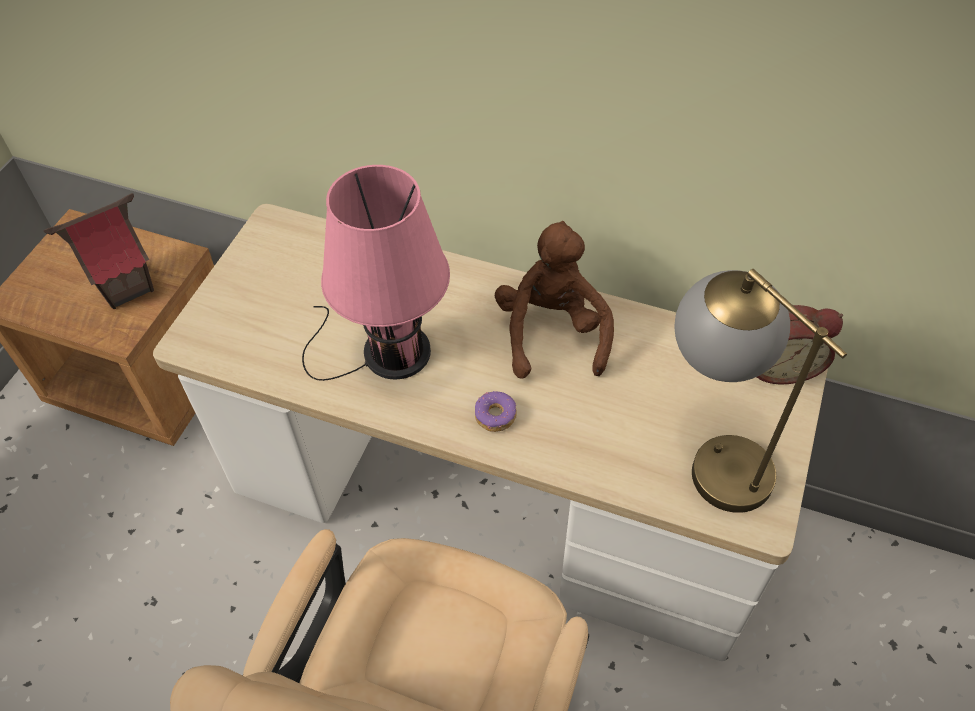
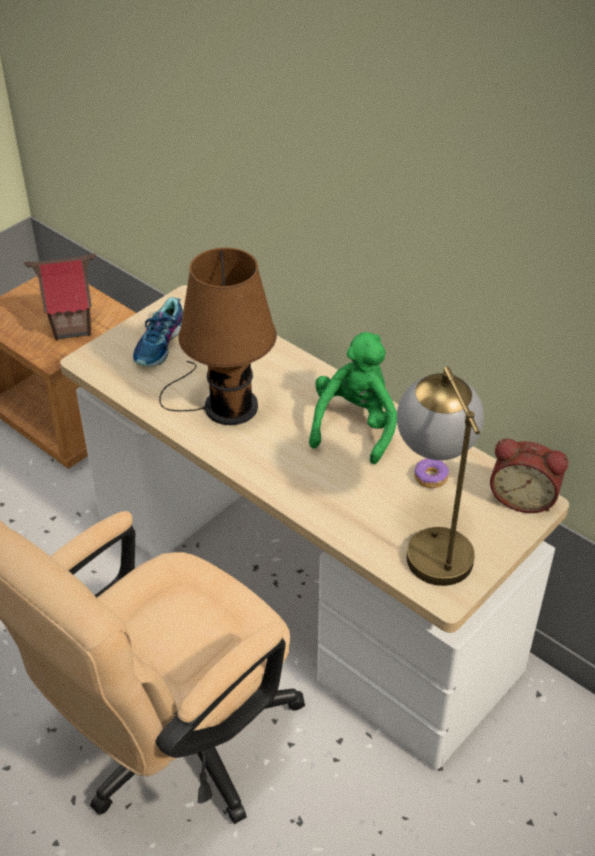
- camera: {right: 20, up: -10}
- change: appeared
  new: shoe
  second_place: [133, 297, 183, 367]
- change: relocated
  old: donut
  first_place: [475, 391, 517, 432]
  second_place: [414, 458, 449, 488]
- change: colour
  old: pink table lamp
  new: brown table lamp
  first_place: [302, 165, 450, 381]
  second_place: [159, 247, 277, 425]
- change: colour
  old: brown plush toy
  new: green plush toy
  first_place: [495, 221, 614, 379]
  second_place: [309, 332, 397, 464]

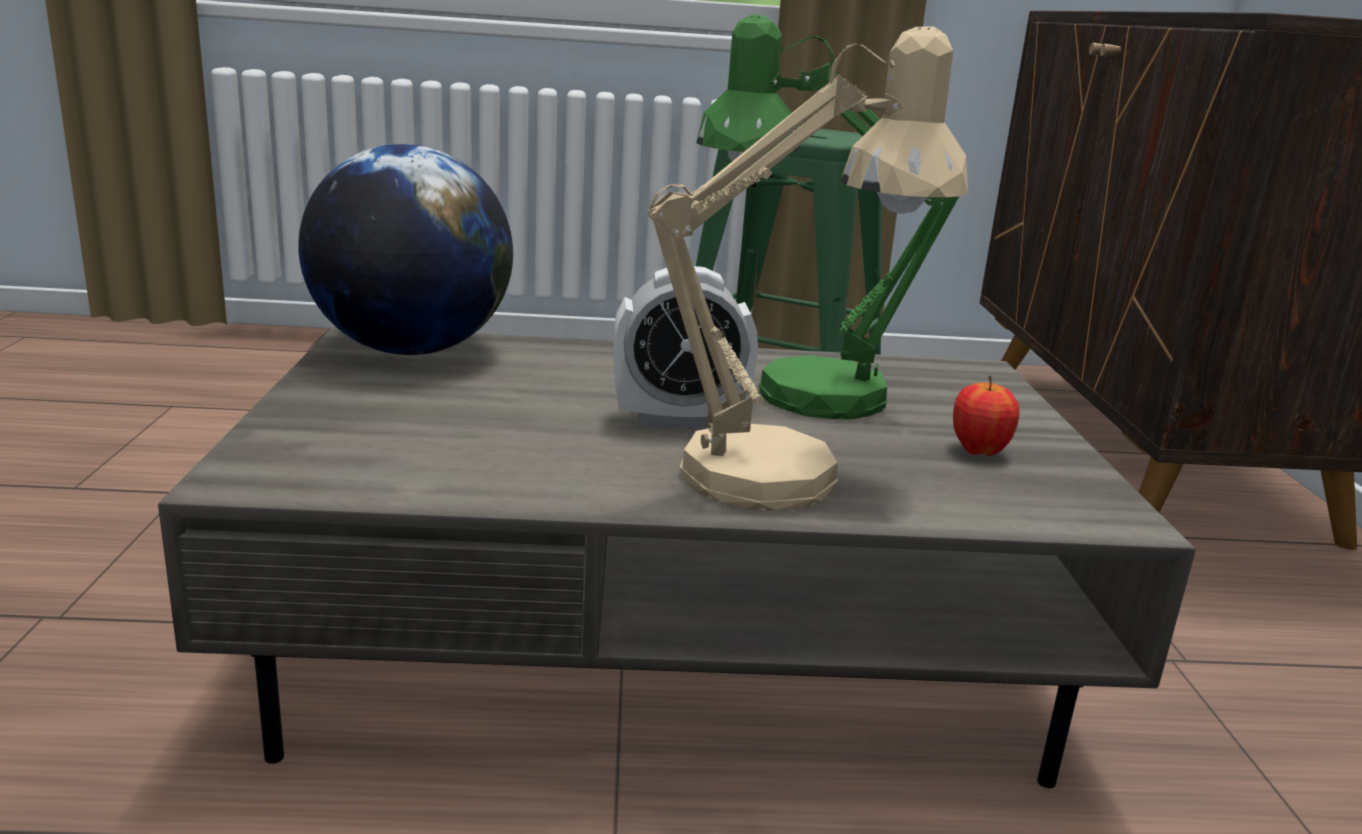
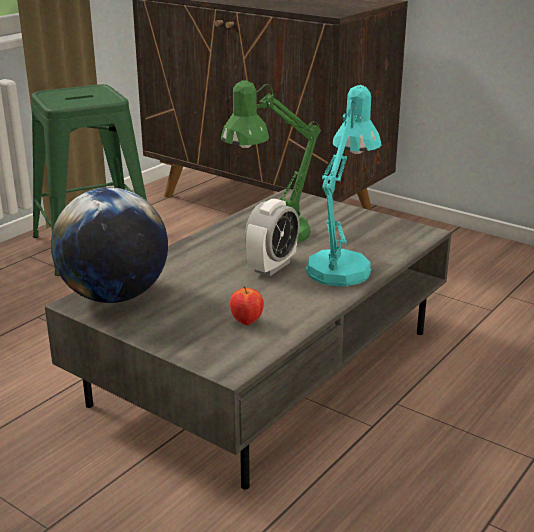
- camera: {right: -50, up: 5}
- change: relocated
  old: apple
  first_place: [953, 376, 1020, 456]
  second_place: [230, 286, 264, 325]
- change: colour
  old: beige table lamp
  new: turquoise table lamp
  first_place: [648, 26, 968, 511]
  second_place: [306, 85, 382, 287]

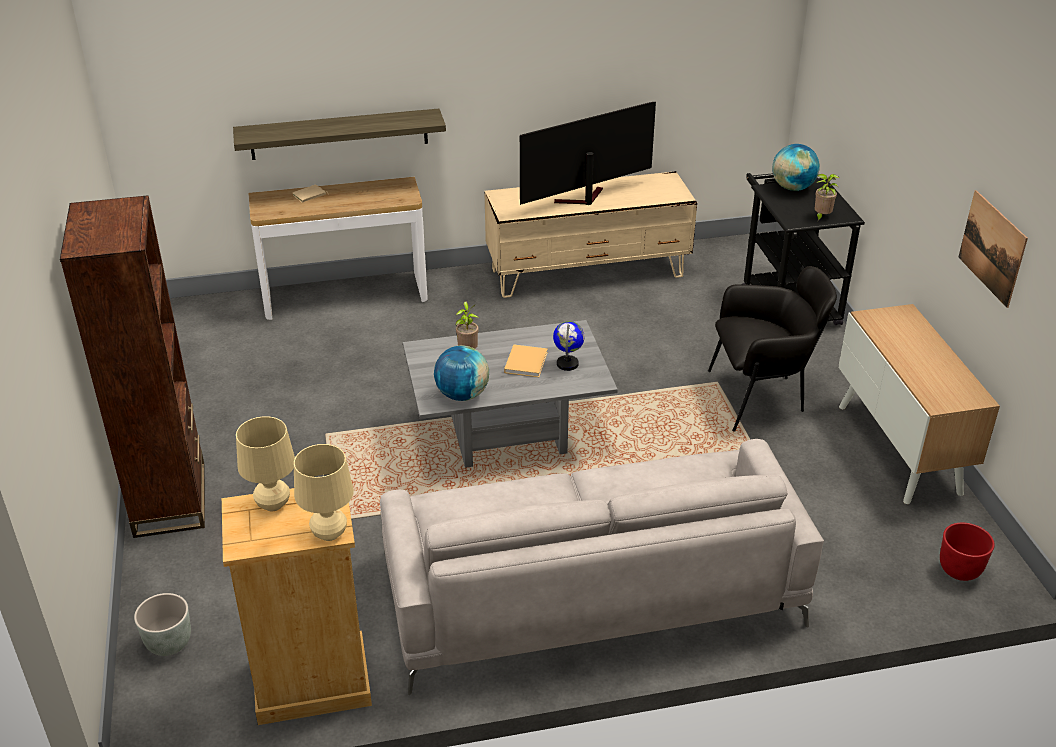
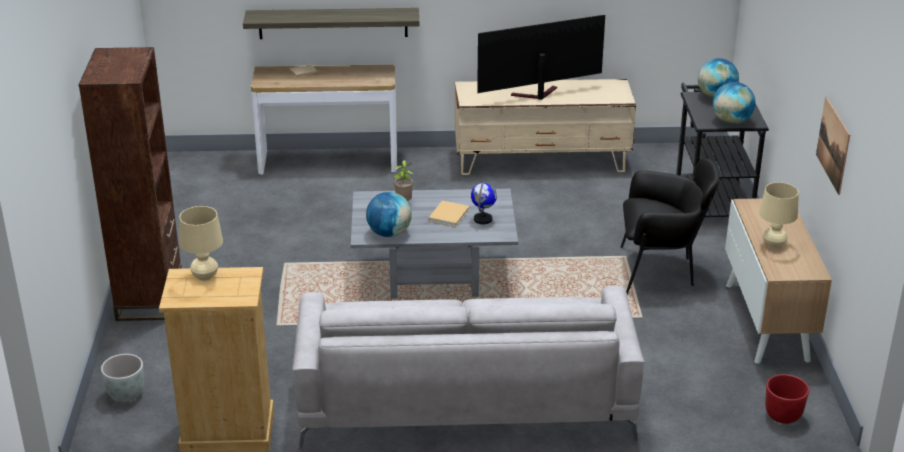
- camera: {right: 10, up: -5}
- change: relocated
  old: beige table lamp
  first_place: [294, 444, 354, 541]
  second_place: [759, 182, 799, 249]
- change: exchanged
  old: potted plant
  new: globe
  first_place: [814, 174, 839, 222]
  second_place: [713, 82, 755, 124]

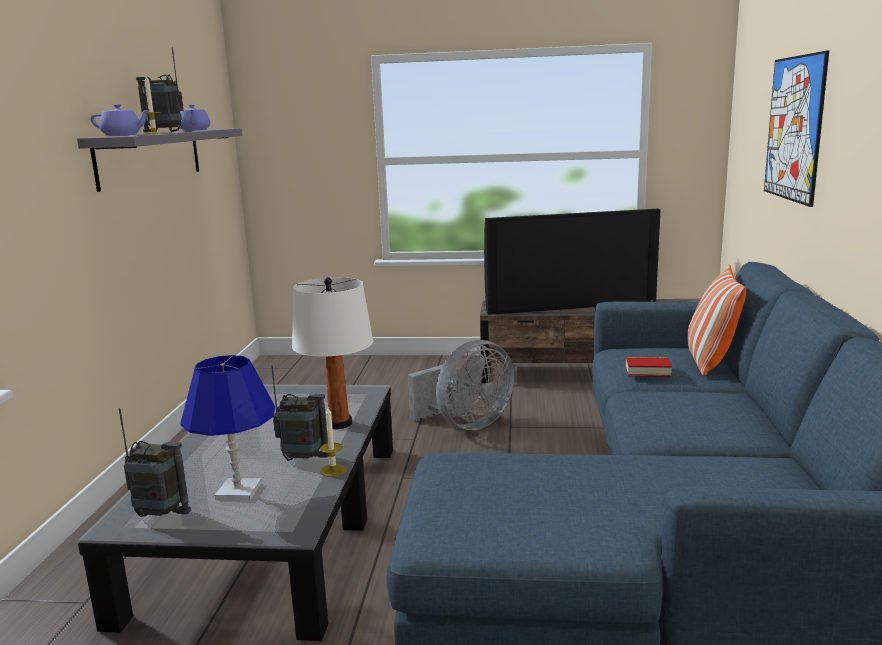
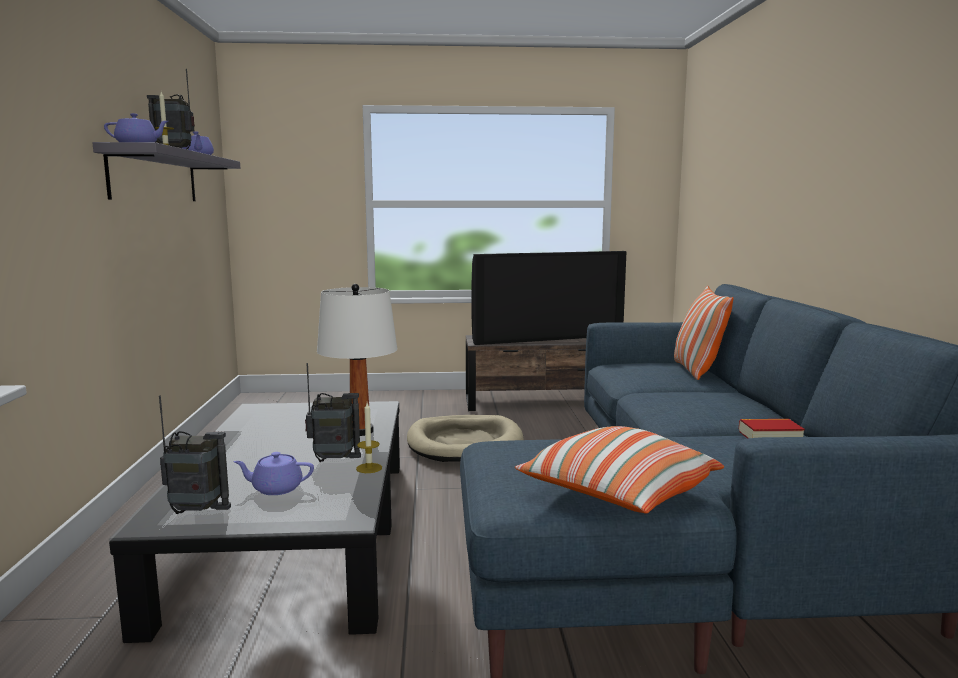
- camera: {right: -10, up: -5}
- change: missing
  old: picture
  first_place: [764, 50, 829, 207]
- change: appeared
  new: pillow
  second_place: [515, 426, 724, 514]
- change: relocated
  old: book
  first_place: [626, 357, 672, 377]
  second_place: [739, 419, 805, 439]
- change: exchanged
  old: blue table lamp
  new: purple teapot
  first_place: [180, 355, 275, 501]
  second_place: [233, 452, 314, 495]
- change: exchanged
  old: grey fan
  new: beige dog bed
  first_place: [408, 340, 514, 430]
  second_place: [407, 415, 524, 462]

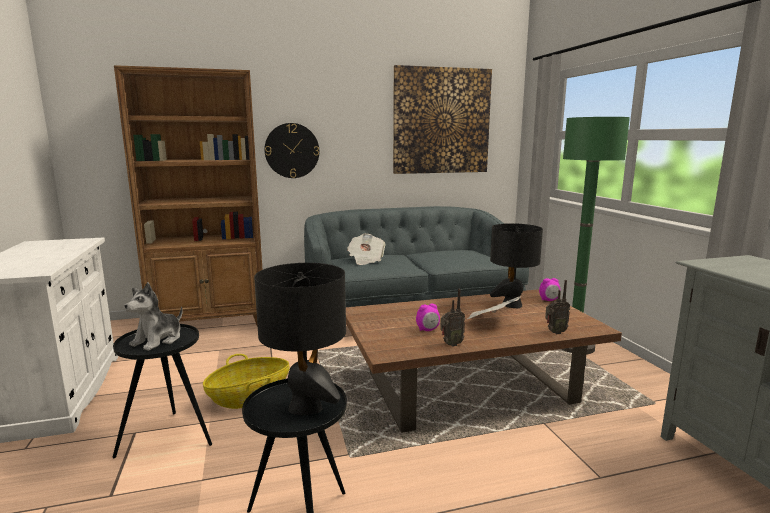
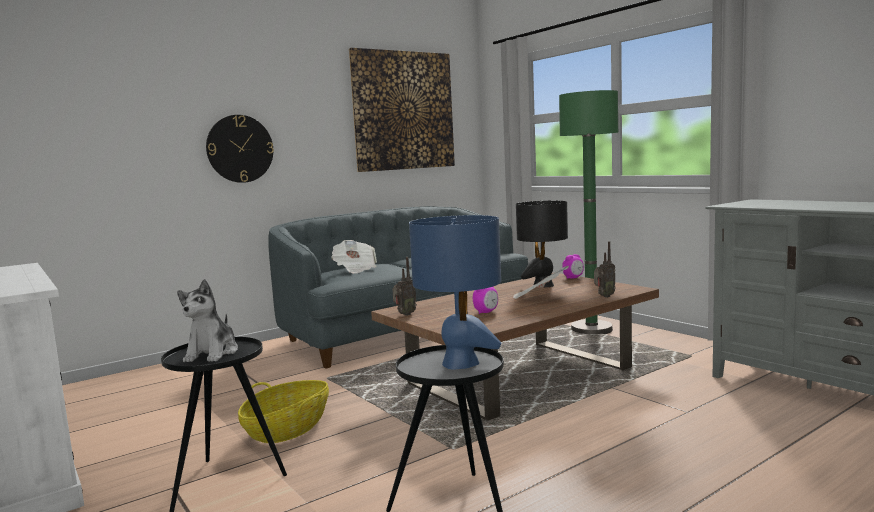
- camera: {right: -20, up: -5}
- change: missing
  old: brown bookcase
  first_place: [114, 65, 263, 326]
- change: relocated
  old: radio
  first_place: [440, 289, 465, 347]
  second_place: [392, 257, 417, 316]
- change: colour
  old: black table lamp
  new: blue table lamp
  first_place: [254, 263, 346, 415]
  second_place: [409, 215, 501, 369]

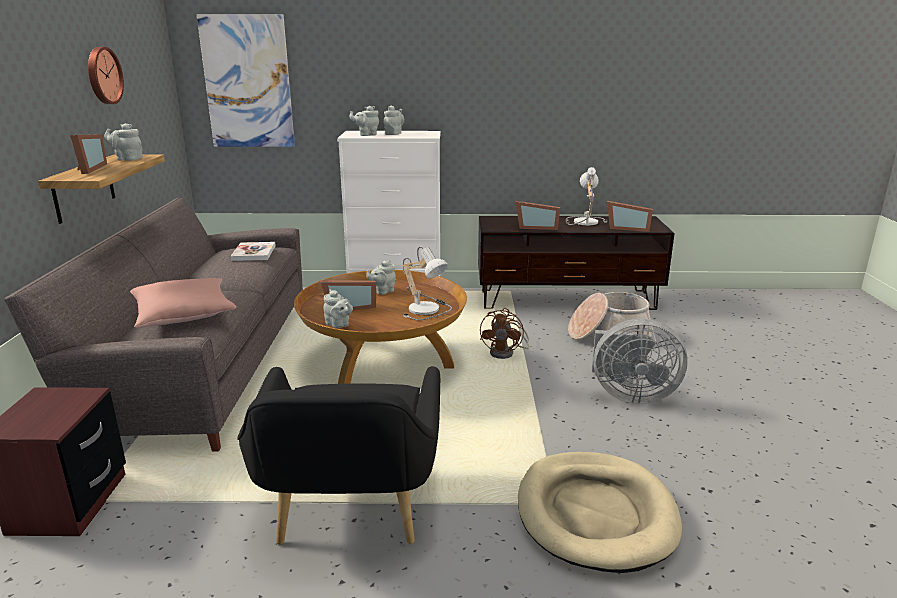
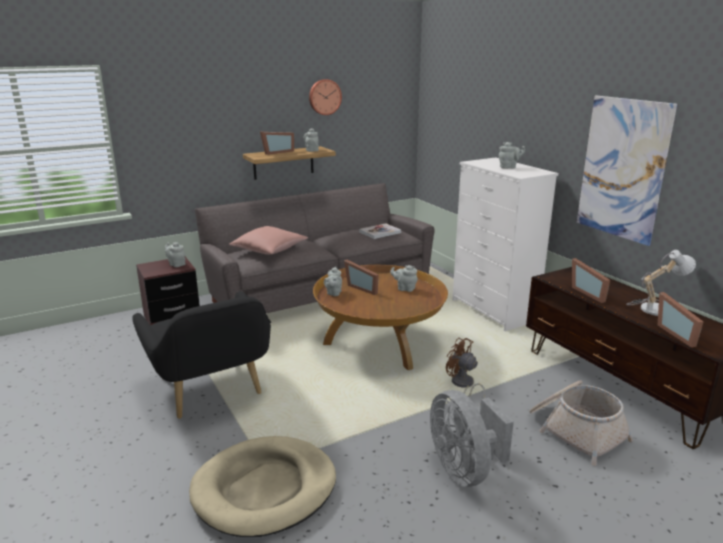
- camera: {right: 60, up: 0}
- change: missing
  old: table lamp
  first_place: [403, 246, 452, 320]
- change: relocated
  old: picture
  first_place: [197, 14, 295, 147]
  second_place: [577, 95, 677, 246]
- change: relocated
  old: grey teapot
  first_place: [350, 106, 379, 136]
  second_place: [165, 242, 186, 267]
- change: spun
  old: black armchair
  first_place: [237, 366, 440, 545]
  second_place: [132, 291, 271, 419]
  degrees: -90
- change: spun
  old: brown fan
  first_place: [480, 308, 529, 359]
  second_place: [446, 338, 485, 405]
  degrees: 60

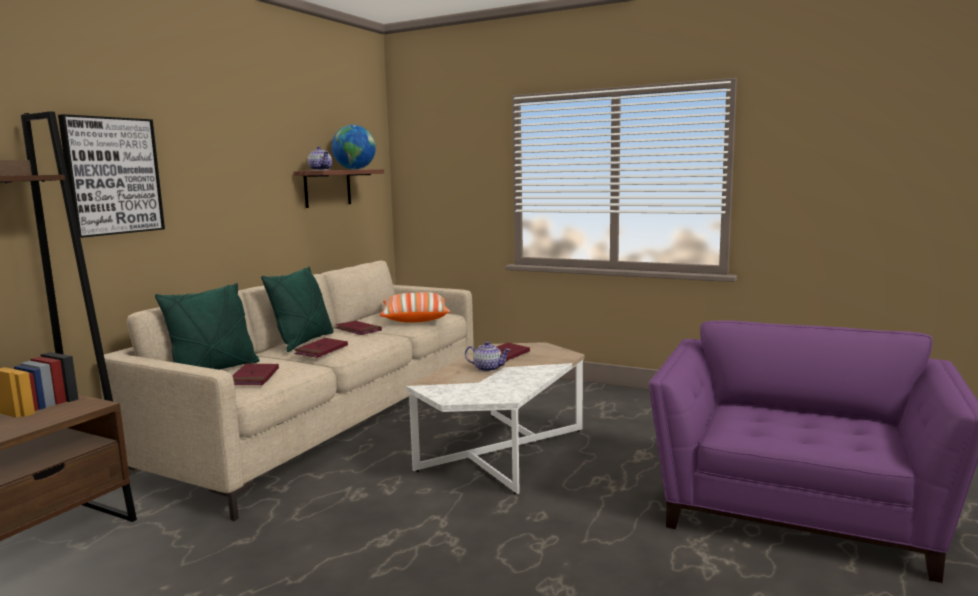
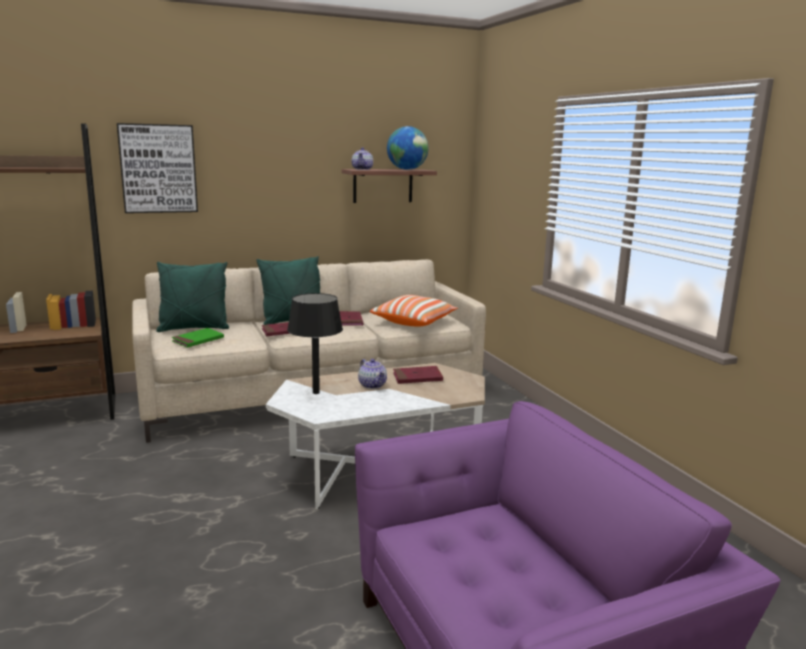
- camera: {right: 40, up: 5}
- change: appeared
  new: black table lamp
  second_place: [287, 293, 343, 394]
- change: colour
  old: red book
  new: green book
  first_place: [232, 363, 279, 386]
  second_place: [172, 328, 224, 348]

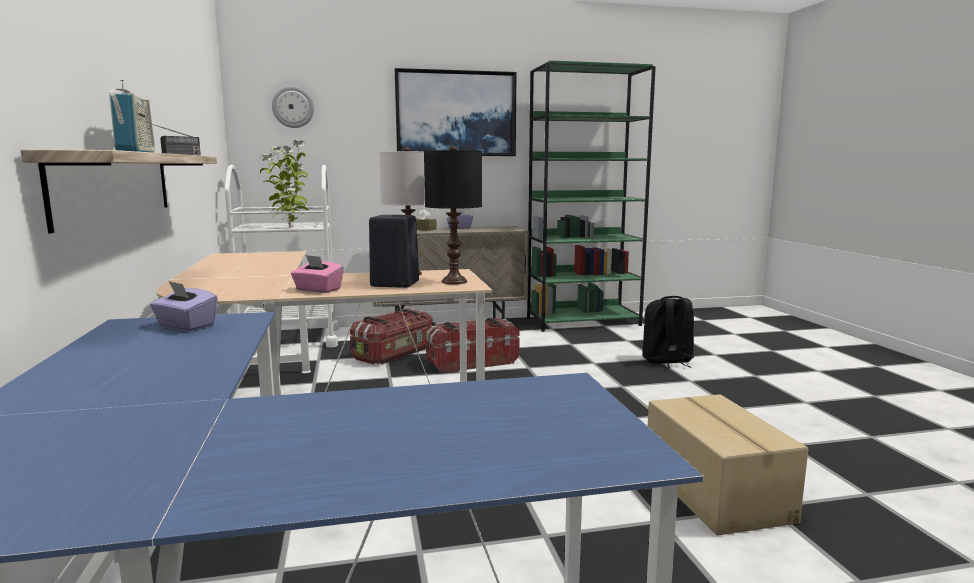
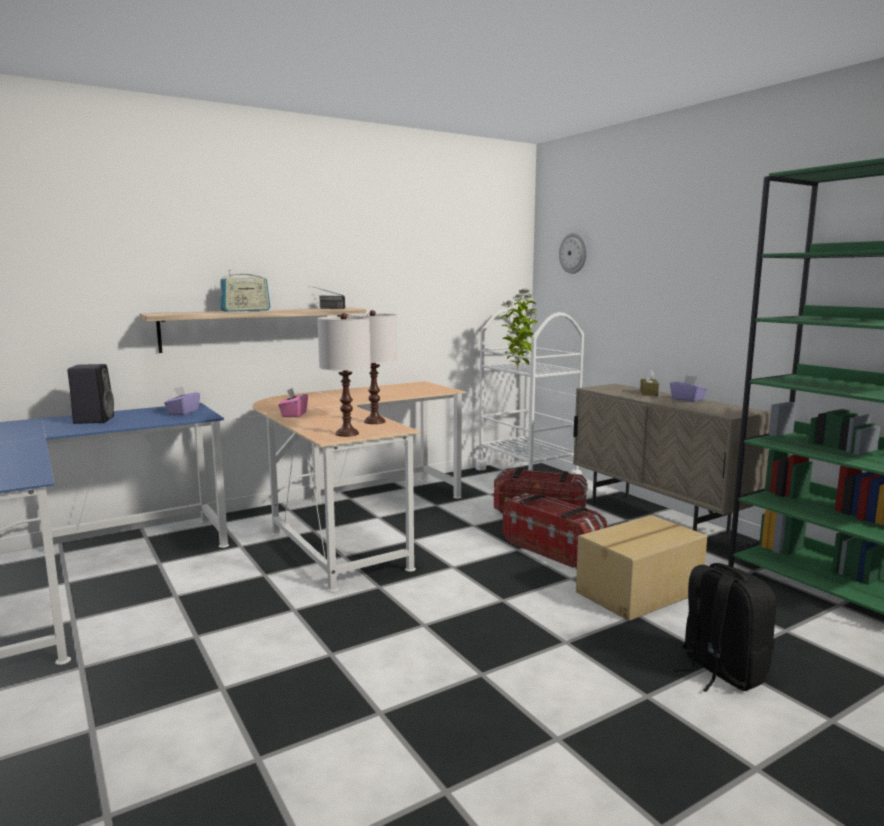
- camera: {right: 70, up: 0}
- change: missing
  old: picture
  first_place: [395, 68, 516, 156]
- change: relocated
  old: black speaker
  first_place: [369, 215, 419, 288]
  second_place: [67, 364, 114, 424]
- change: relocated
  old: cardboard box
  first_place: [648, 394, 808, 536]
  second_place: [576, 515, 707, 621]
- change: colour
  old: black table lamp
  new: white table lamp
  first_place: [424, 145, 482, 284]
  second_place: [317, 313, 371, 437]

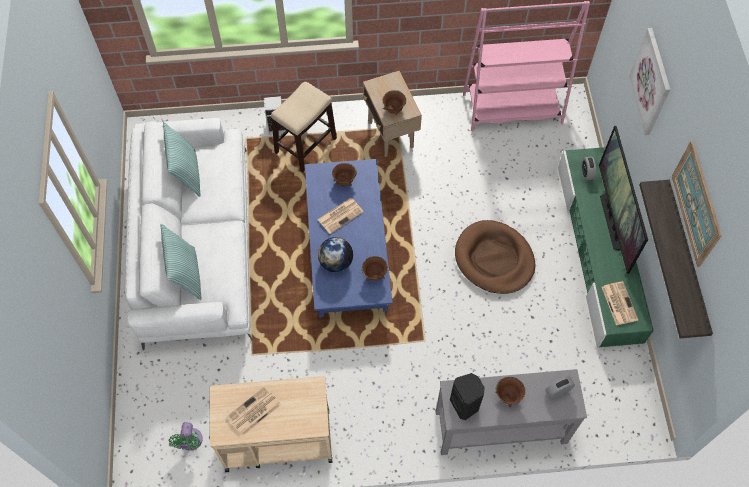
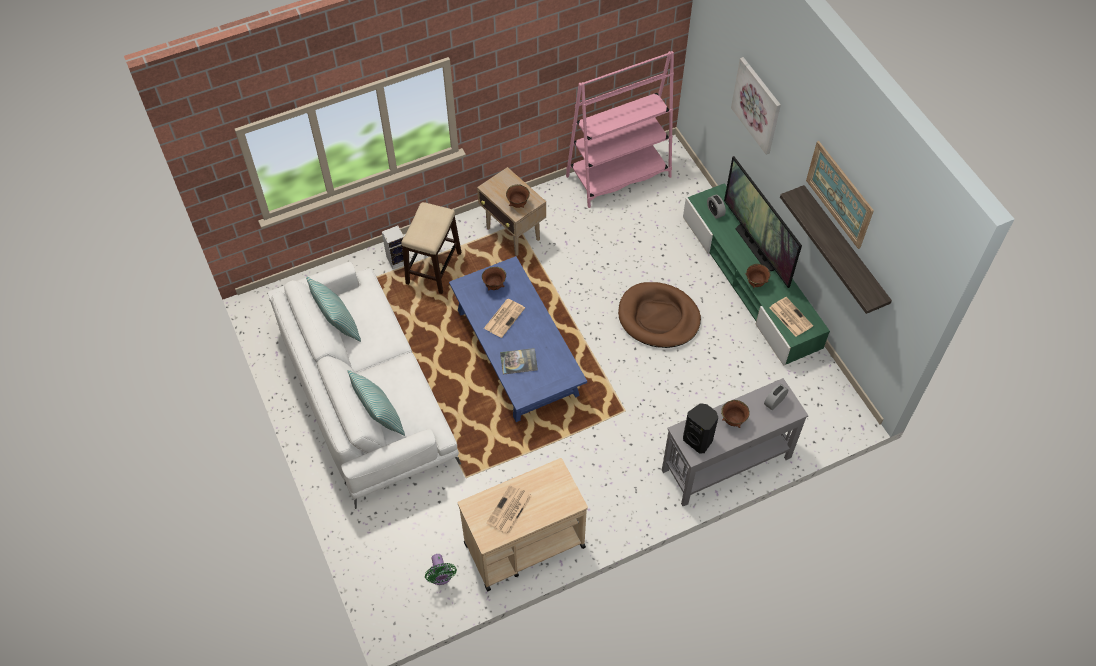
- camera: {right: -20, up: -5}
- change: relocated
  old: brown bowl
  first_place: [362, 256, 388, 281]
  second_place: [745, 264, 770, 288]
- change: exchanged
  old: globe
  new: book
  first_place: [318, 237, 353, 272]
  second_place: [500, 348, 538, 375]

